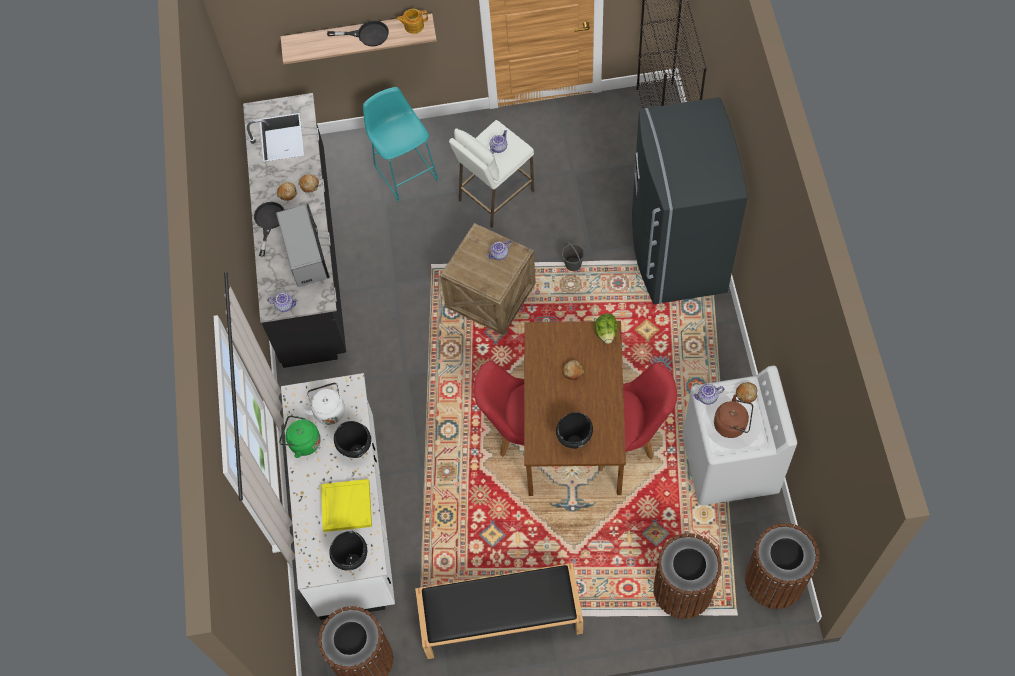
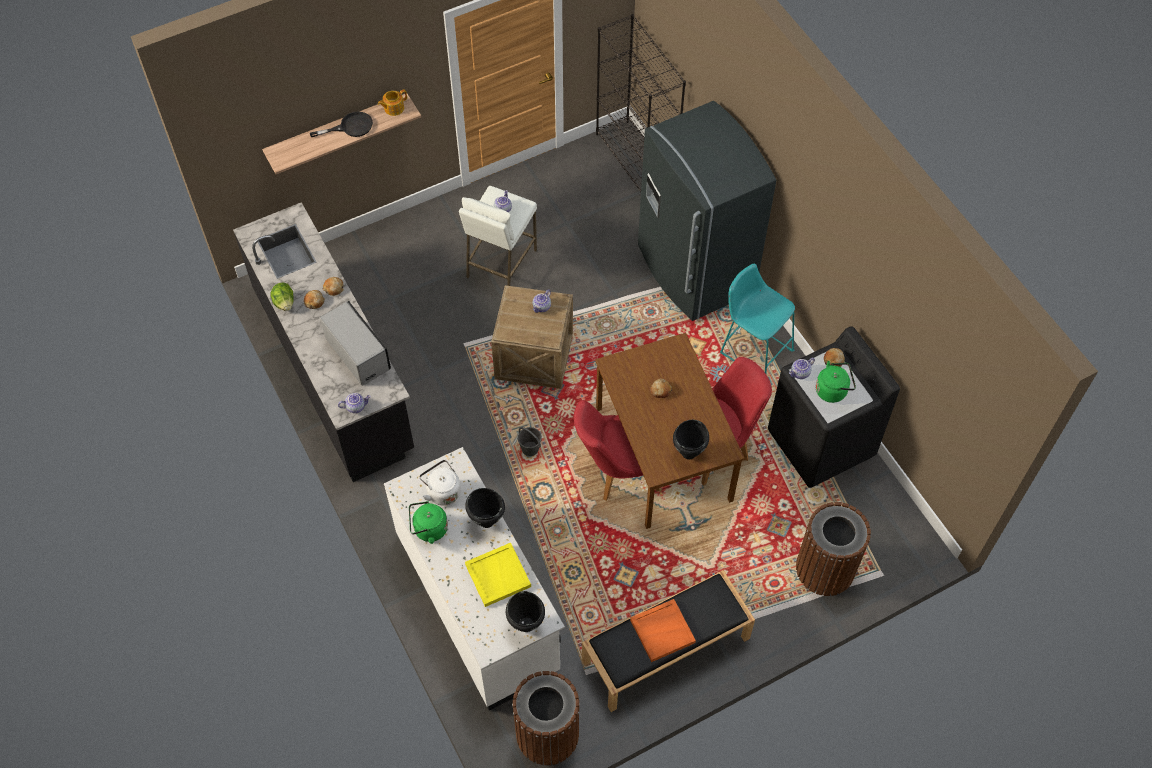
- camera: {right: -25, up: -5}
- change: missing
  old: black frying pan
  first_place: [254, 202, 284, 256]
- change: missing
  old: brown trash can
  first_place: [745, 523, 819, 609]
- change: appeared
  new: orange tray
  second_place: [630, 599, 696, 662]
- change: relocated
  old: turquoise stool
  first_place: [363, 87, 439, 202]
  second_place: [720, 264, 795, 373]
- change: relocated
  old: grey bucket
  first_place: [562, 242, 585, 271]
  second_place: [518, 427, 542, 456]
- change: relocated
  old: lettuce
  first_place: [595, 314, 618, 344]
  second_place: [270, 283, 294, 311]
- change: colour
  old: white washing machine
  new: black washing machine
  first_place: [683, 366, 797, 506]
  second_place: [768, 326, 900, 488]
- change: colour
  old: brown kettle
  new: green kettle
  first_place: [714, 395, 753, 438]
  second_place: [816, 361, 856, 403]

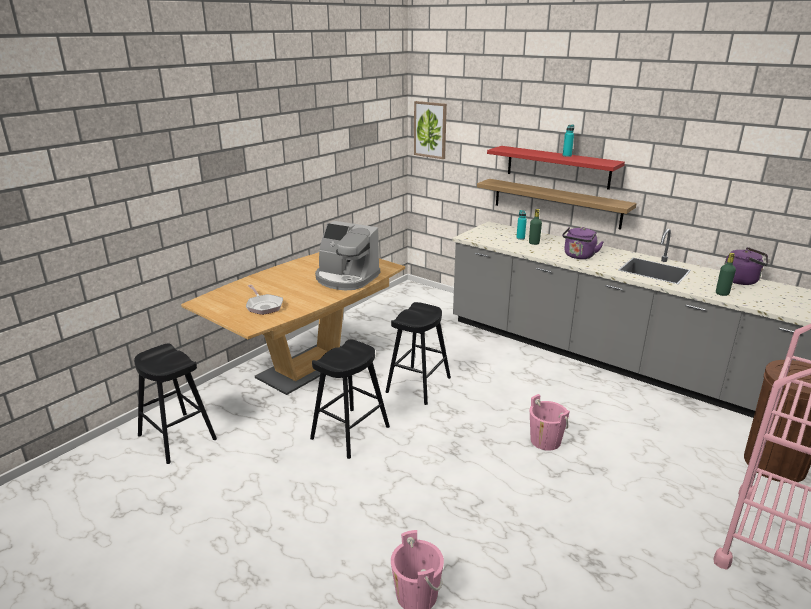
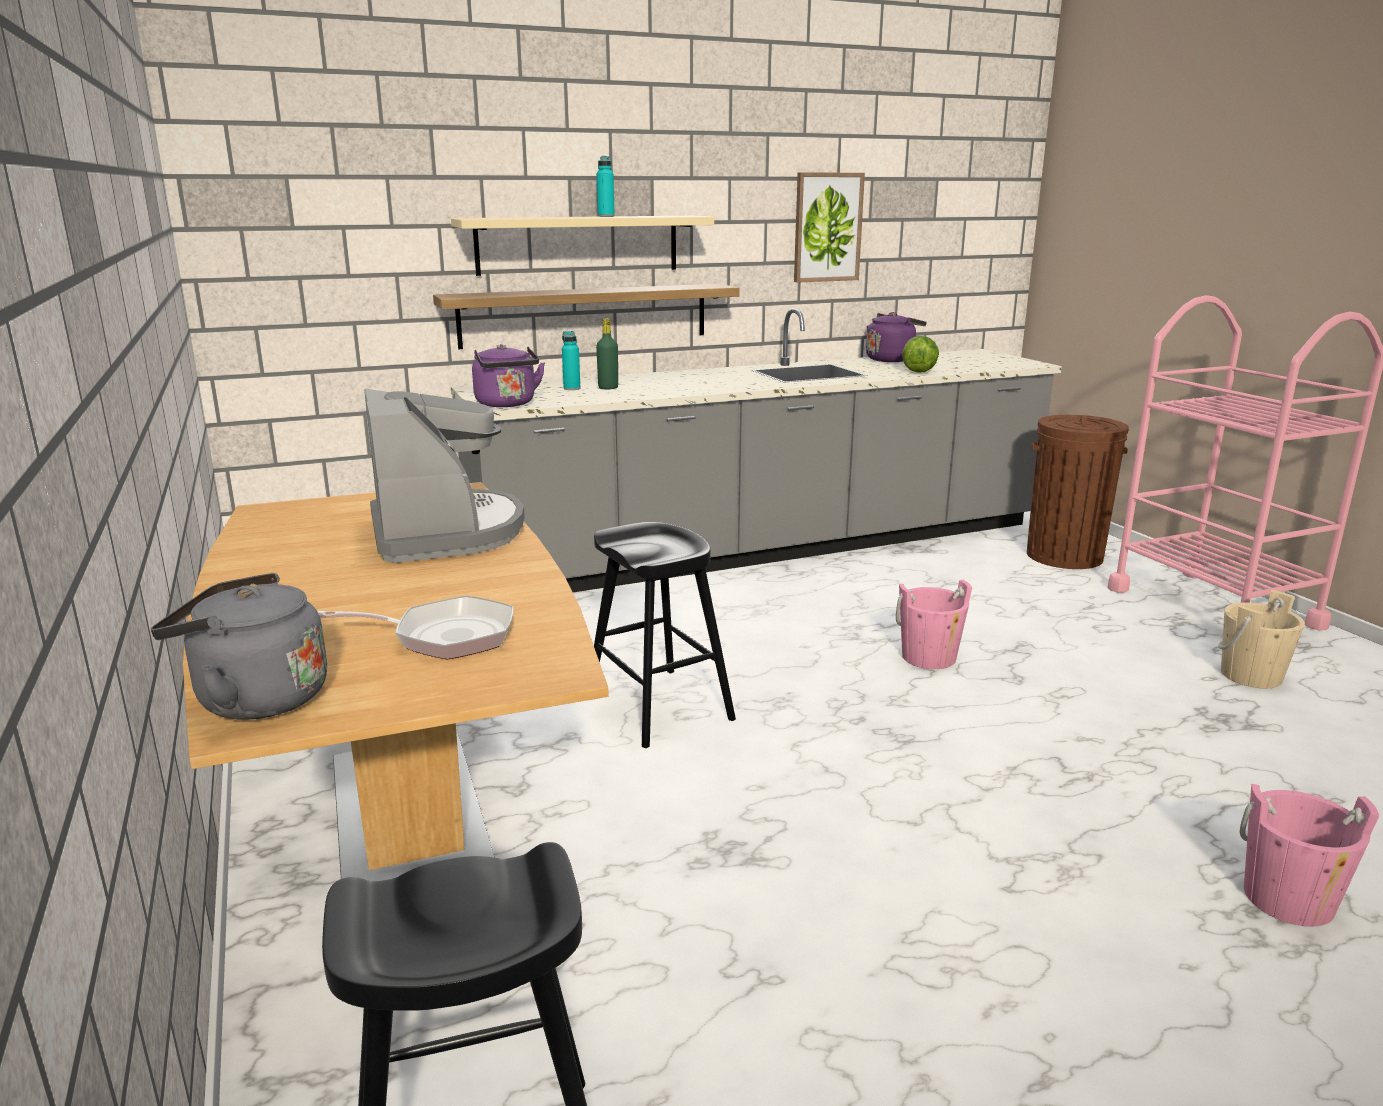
- camera: {right: -60, up: -5}
- change: missing
  old: black stool
  first_place: [310, 339, 390, 459]
- change: appeared
  new: grey kettle
  second_place: [151, 573, 327, 720]
- change: appeared
  new: beige bucket
  second_place: [1218, 590, 1305, 688]
- change: relocated
  old: picture
  first_place: [414, 101, 447, 159]
  second_place: [794, 172, 865, 283]
- change: relocated
  old: purple kettle
  first_place: [562, 227, 603, 259]
  second_place: [472, 344, 545, 407]
- change: exchanged
  old: green bottle
  new: lettuce
  first_place: [716, 253, 736, 296]
  second_place: [902, 336, 939, 373]
- change: colour
  old: red shelf
  new: beige shelf
  first_place: [487, 146, 625, 190]
  second_place: [451, 216, 714, 276]
- change: spun
  old: coffee machine
  first_place: [315, 221, 380, 290]
  second_place: [364, 389, 525, 563]
  degrees: -75

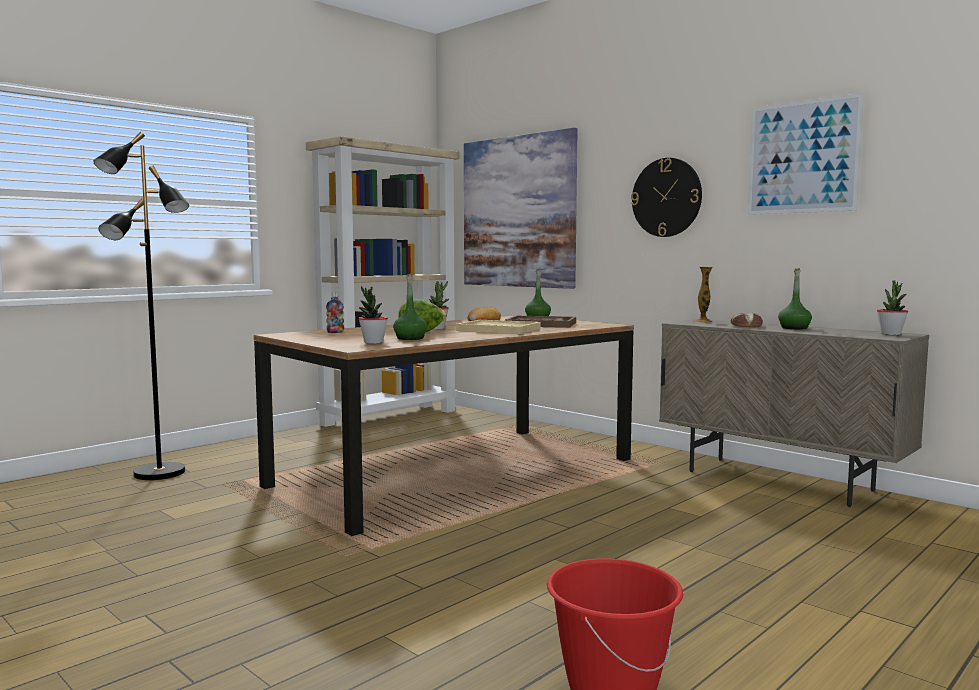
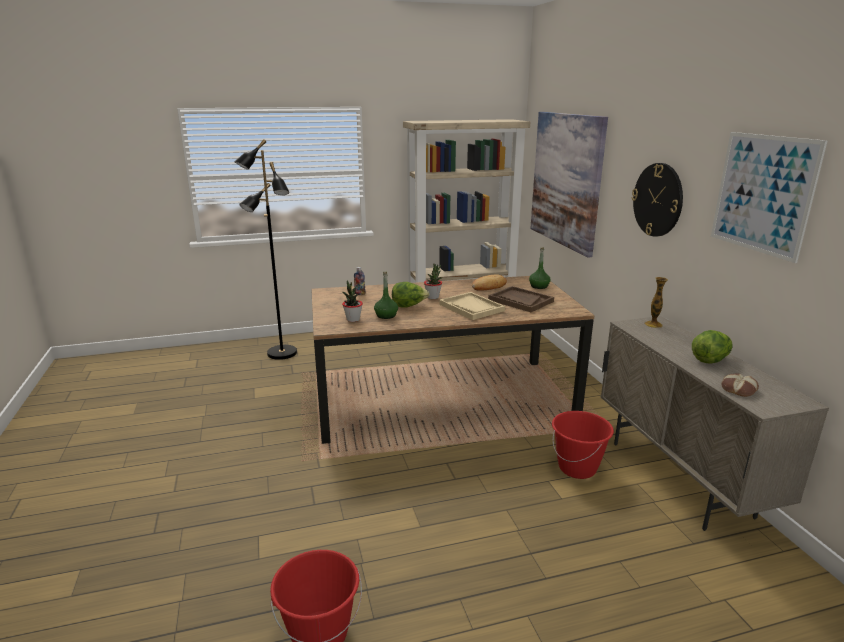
- camera: {right: 30, up: 15}
- change: missing
  old: potted plant
  first_place: [877, 280, 908, 335]
- change: appeared
  new: red bucket
  second_place: [552, 411, 614, 479]
- change: relocated
  old: bread
  first_place: [731, 313, 763, 327]
  second_place: [721, 374, 759, 397]
- change: exchanged
  old: green bottle
  new: lettuce
  first_place: [778, 268, 812, 329]
  second_place: [692, 330, 733, 364]

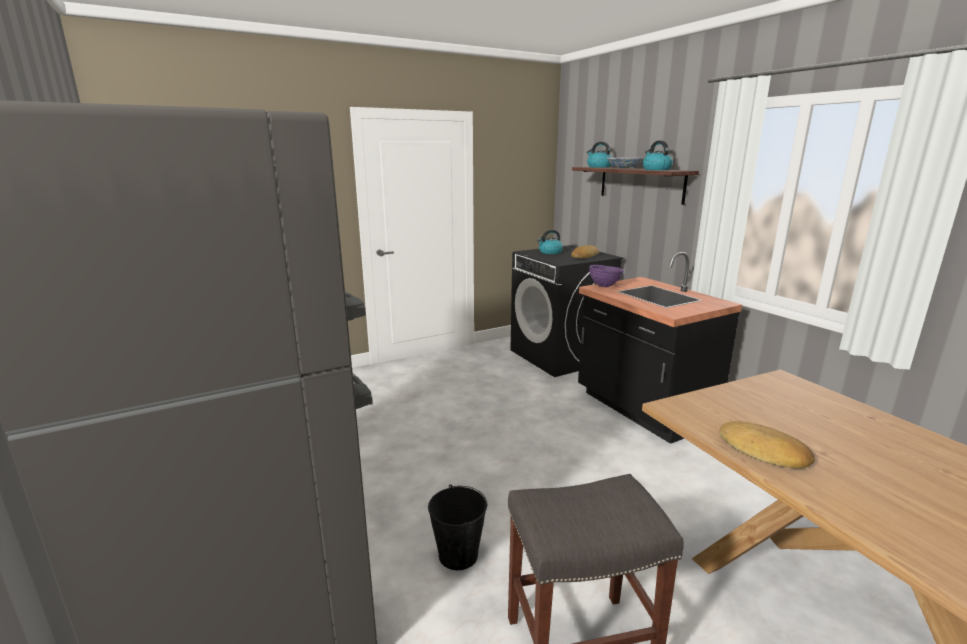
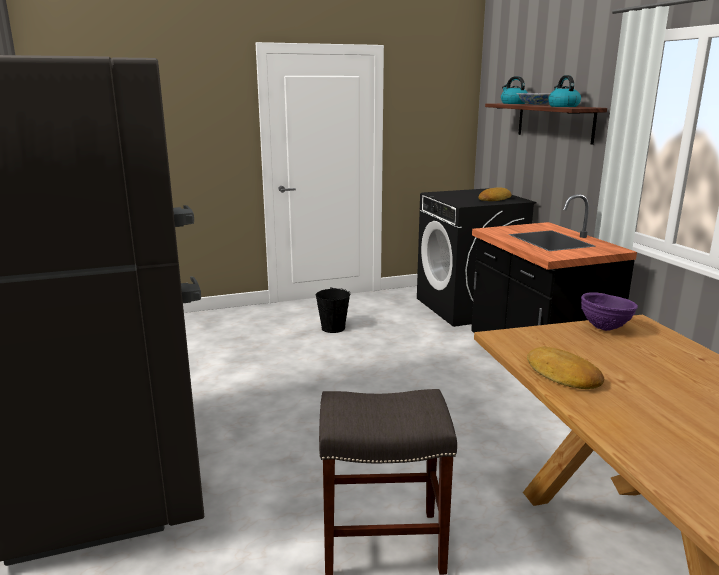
- camera: {right: 10, up: 0}
- change: missing
  old: kettle
  first_place: [537, 230, 563, 254]
- change: relocated
  old: black bucket
  first_place: [428, 484, 487, 570]
  second_place: [316, 287, 350, 333]
- change: relocated
  old: purple bowl
  first_place: [589, 265, 624, 287]
  second_place: [581, 293, 638, 331]

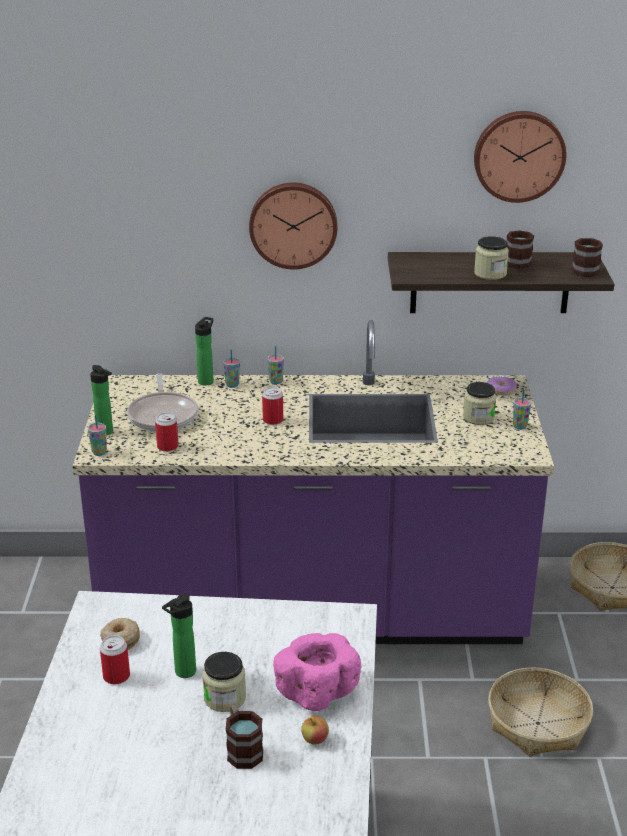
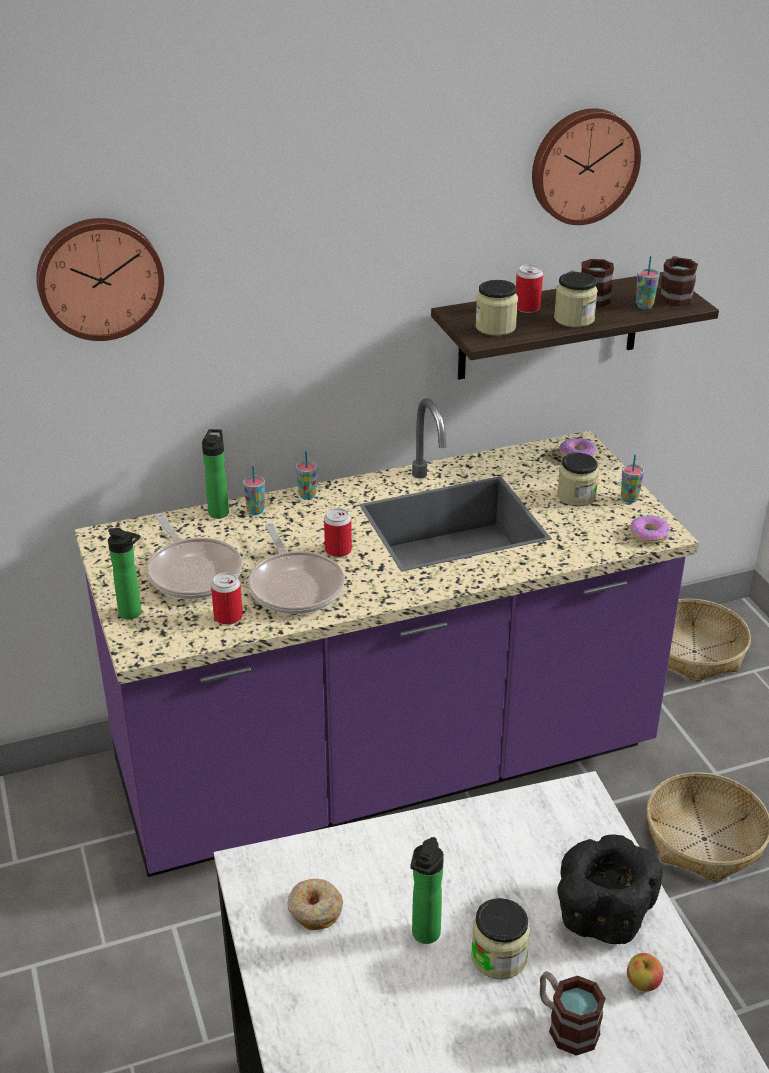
- camera: {right: -20, up: 5}
- change: appeared
  new: frying pan
  second_place: [248, 523, 345, 614]
- change: appeared
  new: jar
  second_place: [475, 280, 518, 336]
- change: appeared
  new: donut
  second_place: [630, 515, 670, 544]
- change: relocated
  old: cup
  first_place: [88, 414, 107, 456]
  second_place: [636, 256, 660, 309]
- change: relocated
  old: can
  first_place: [100, 635, 130, 684]
  second_place: [516, 264, 543, 313]
- change: relocated
  old: wall clock
  first_place: [249, 183, 337, 270]
  second_place: [36, 218, 164, 341]
- change: colour
  old: pink bowl
  new: black bowl
  first_place: [273, 633, 362, 711]
  second_place: [557, 835, 662, 944]

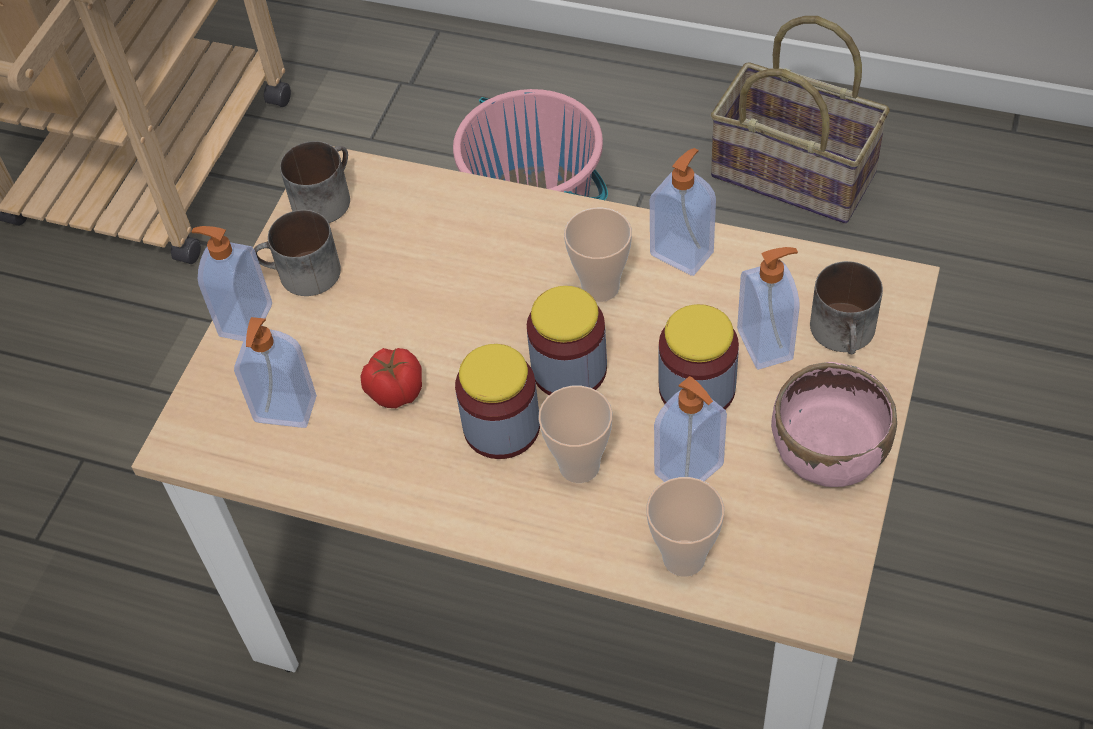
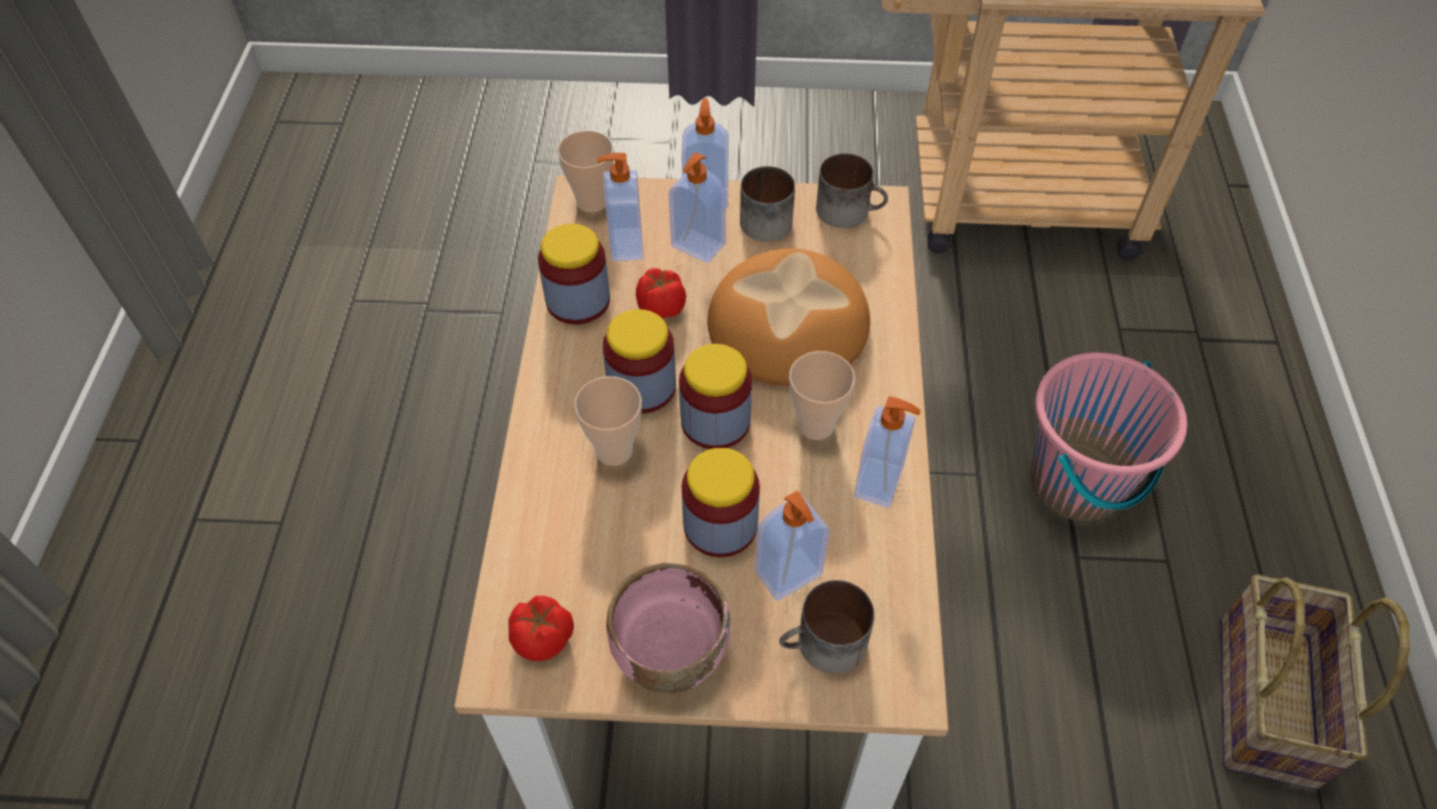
- camera: {right: 70, up: 0}
- change: appeared
  new: tomato
  second_place: [508, 596, 574, 661]
- change: appeared
  new: jar
  second_place: [538, 224, 610, 324]
- change: appeared
  new: bread
  second_place: [707, 248, 870, 386]
- change: relocated
  old: cup
  first_place: [646, 477, 724, 577]
  second_place: [557, 130, 614, 213]
- change: relocated
  old: soap dispenser
  first_place: [654, 376, 727, 482]
  second_place: [669, 152, 726, 263]

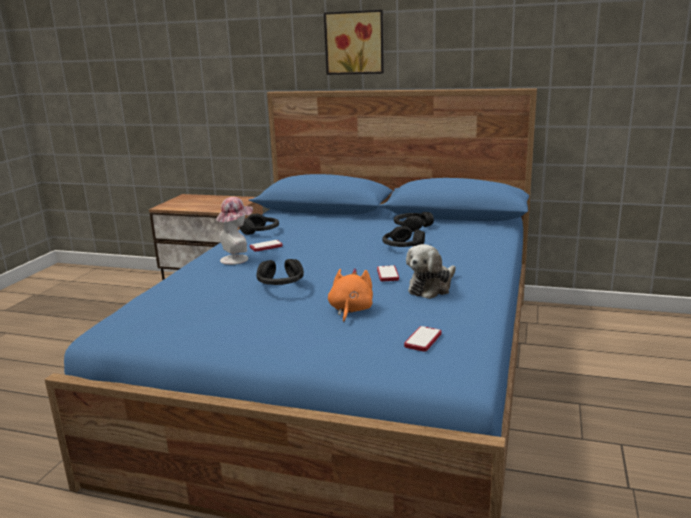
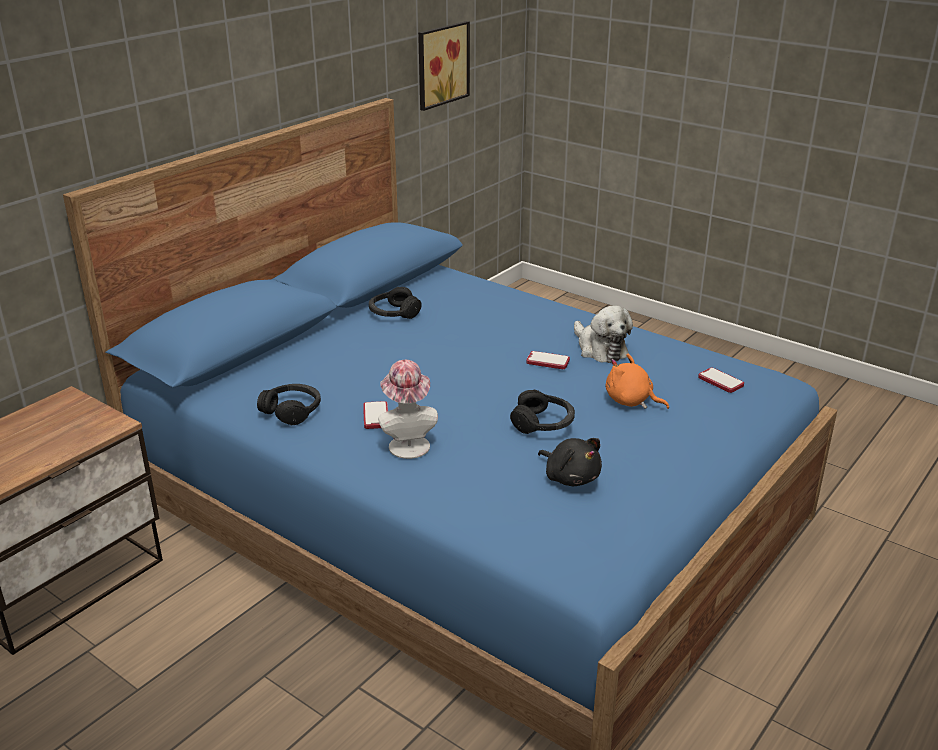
- camera: {right: -70, up: 10}
- change: missing
  old: black headphones
  first_place: [382, 226, 425, 247]
- change: appeared
  new: black plush toy
  second_place: [538, 438, 602, 486]
- change: relocated
  old: picture
  first_place: [324, 10, 384, 75]
  second_place: [418, 21, 470, 111]

